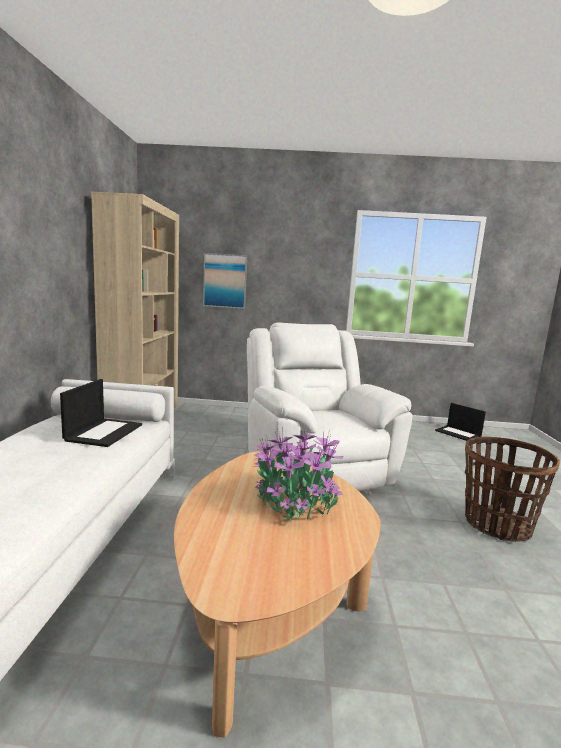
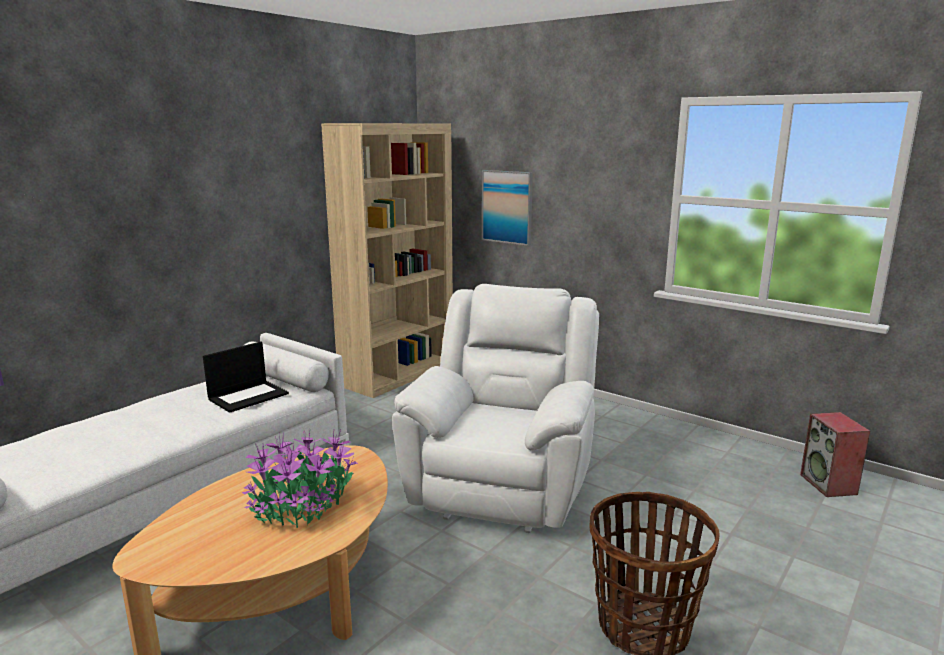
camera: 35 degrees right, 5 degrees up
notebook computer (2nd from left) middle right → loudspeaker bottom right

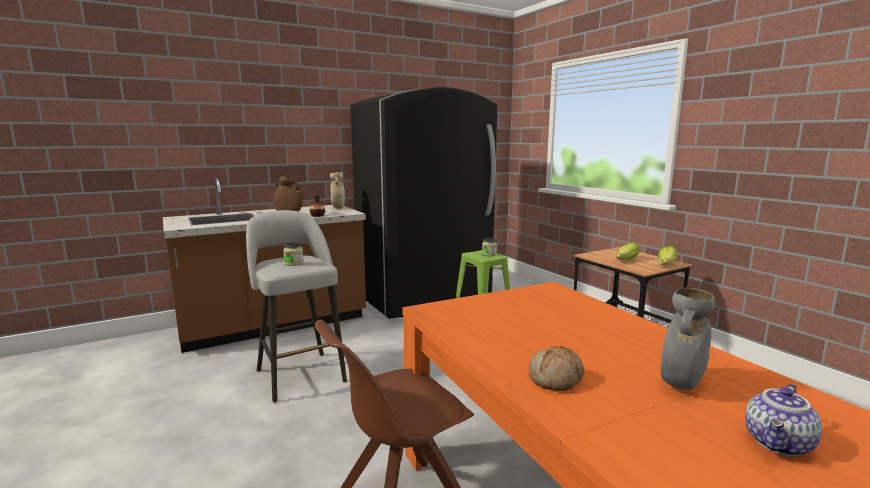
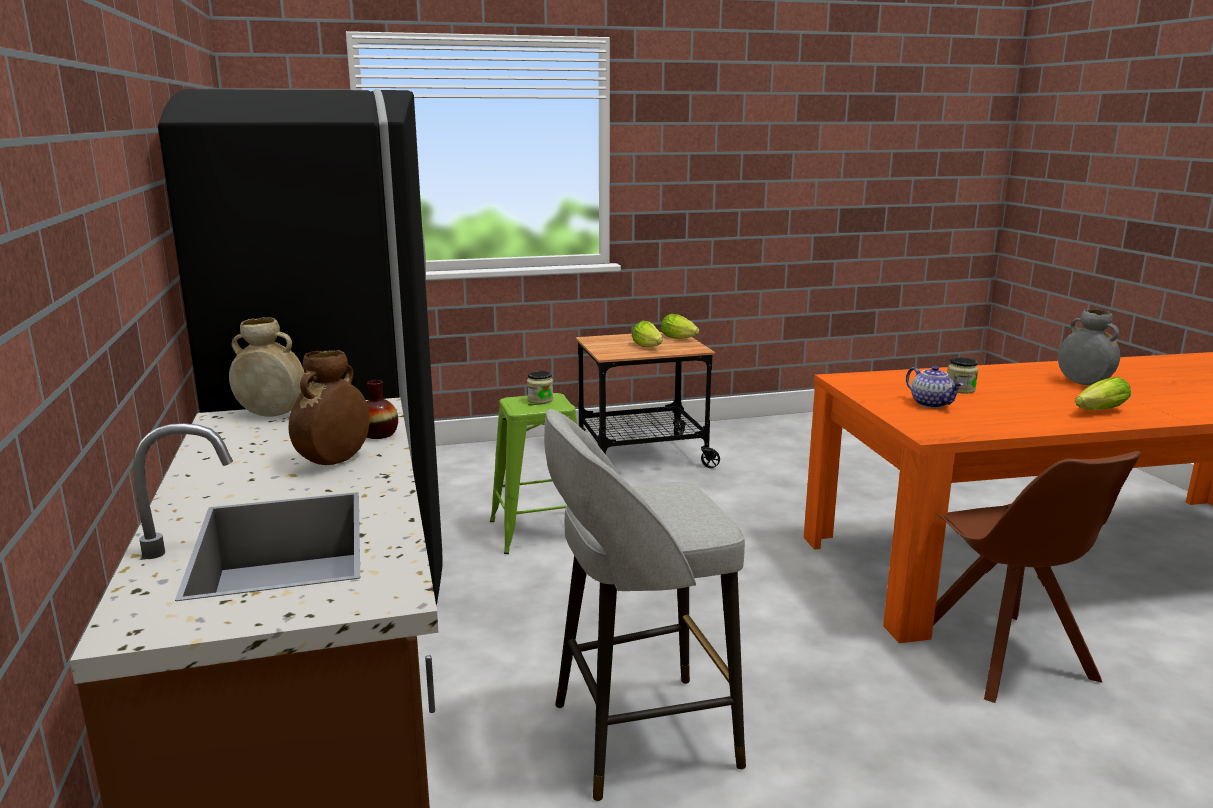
camera: 75 degrees left, 5 degrees up
preserve jar (1st from left in the first image) centre → preserve jar (2nd from left) middle right, move
bakery bread bottom centre → head of lettuce (3rd from left) middle right
teapot bottom right → teapot middle right, move

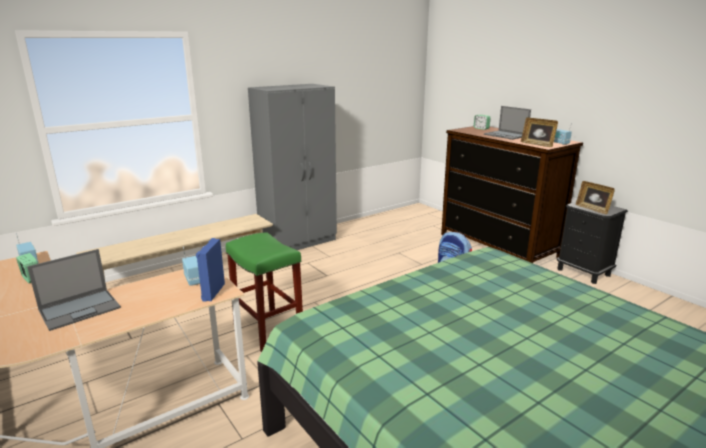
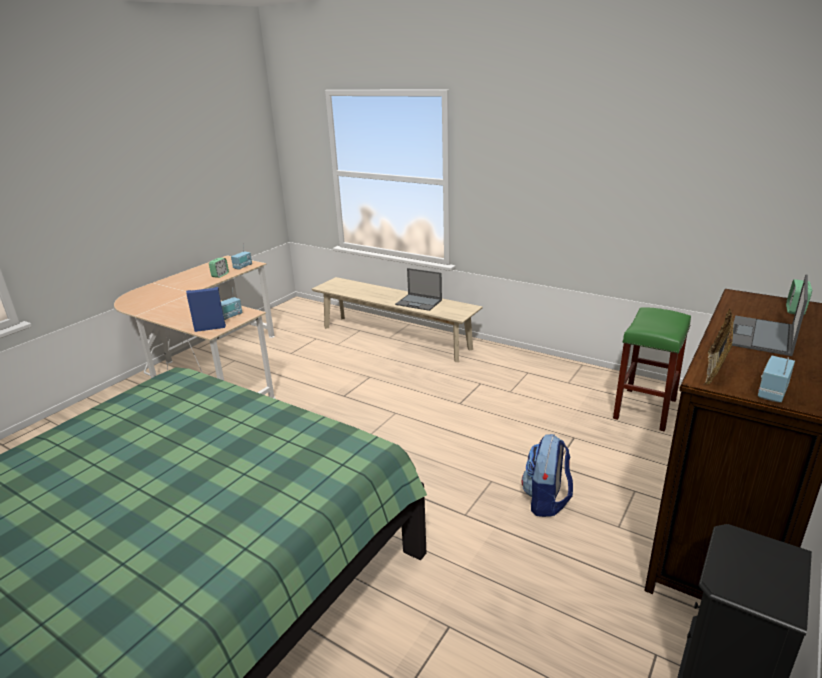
camera: 70 degrees right, 5 degrees up
notebook computer (1st from left) middle left → notebook computer (1st from left) centre, move
green-coloured sitting stool centre → green-coloured sitting stool middle right, move
gray armoire centre → -
picture frame (2nd from left) middle right → -

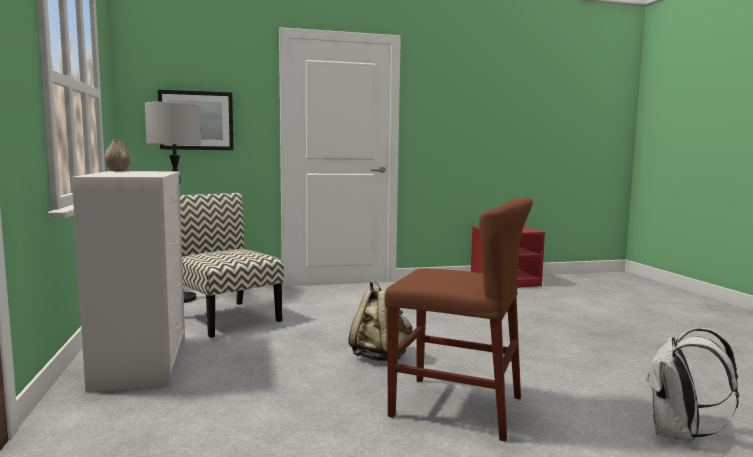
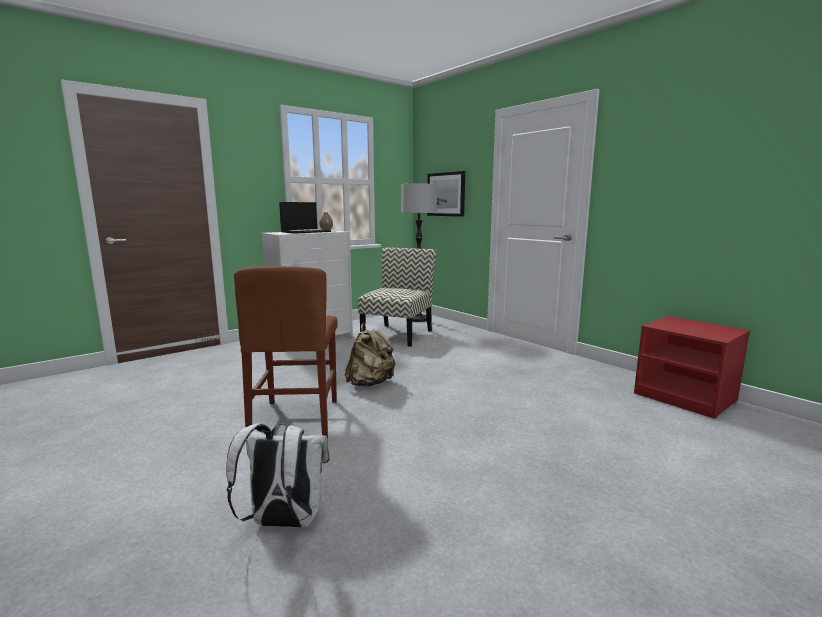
camera: 65 degrees right, 5 degrees up
- → notebook computer centre

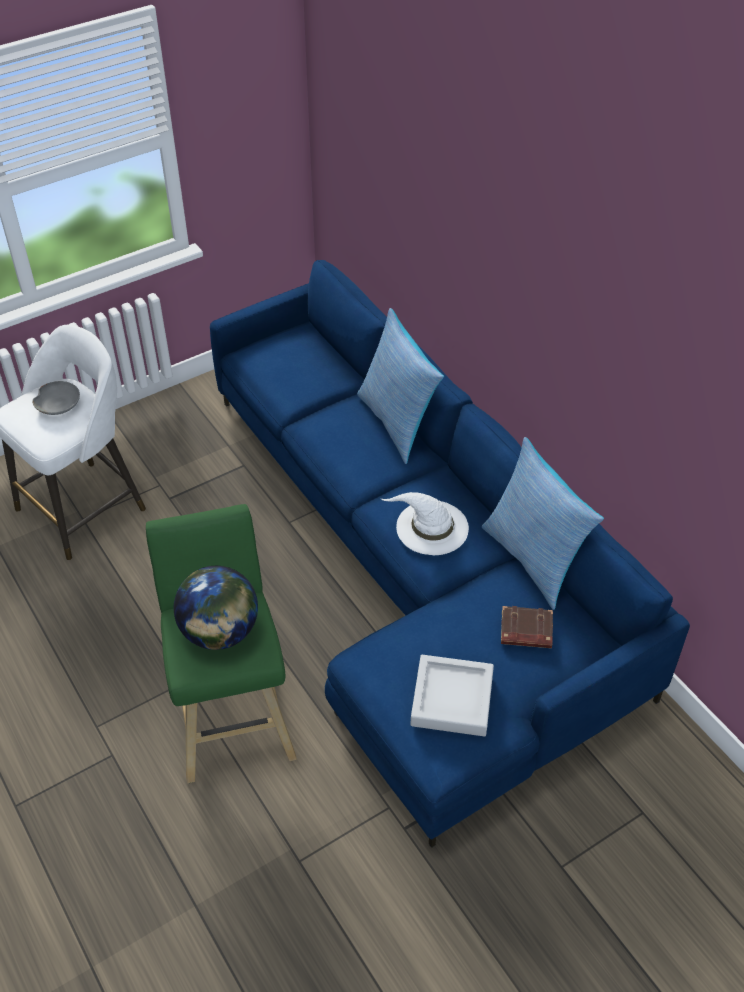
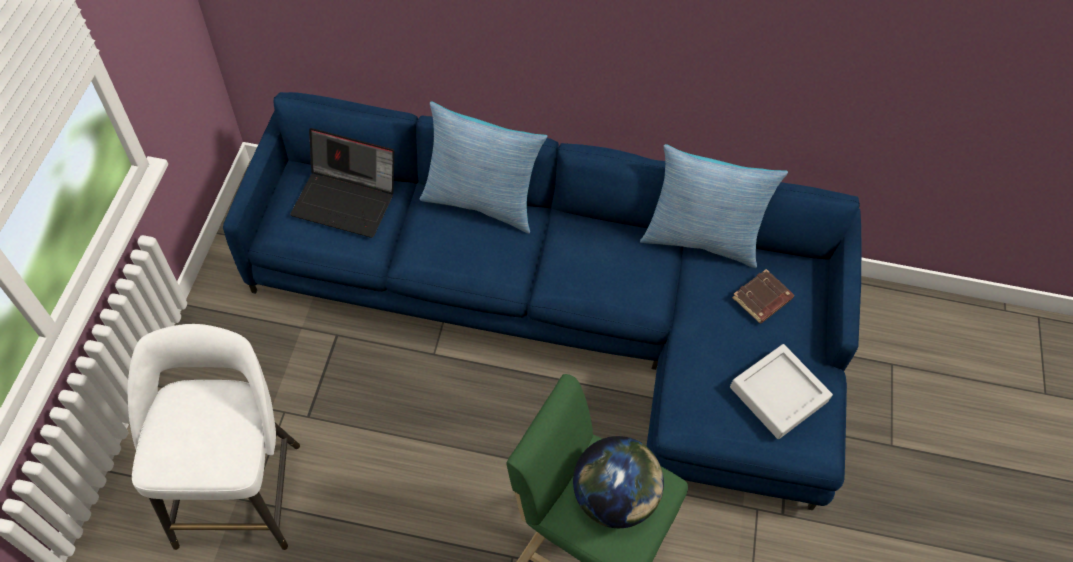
camera: 50 degrees left, 10 degrees up
gray deep dish middle left → -
white-coloured hat centre → -
- → notebook computer top left

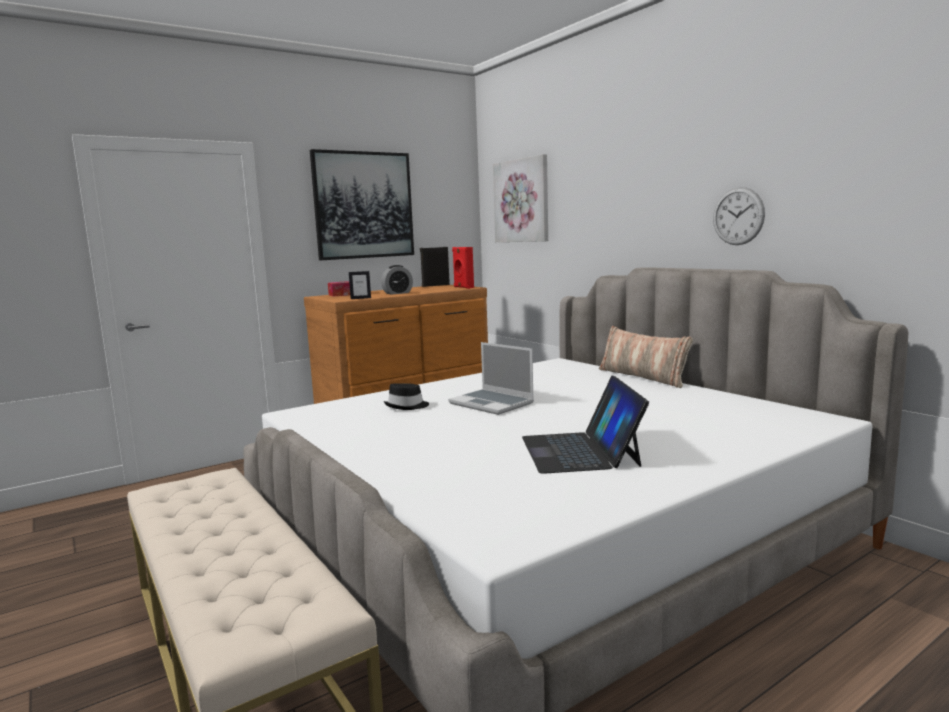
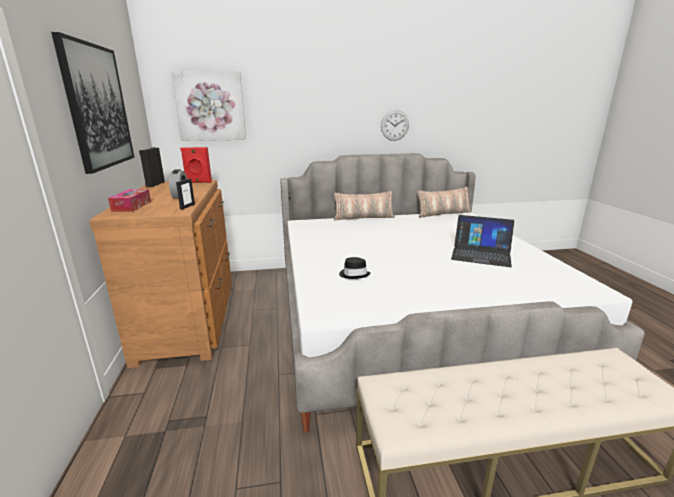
camera: 65 degrees left, 10 degrees up
notebook computer (1st from left) centre → -
- → cushion (2nd from left) centre

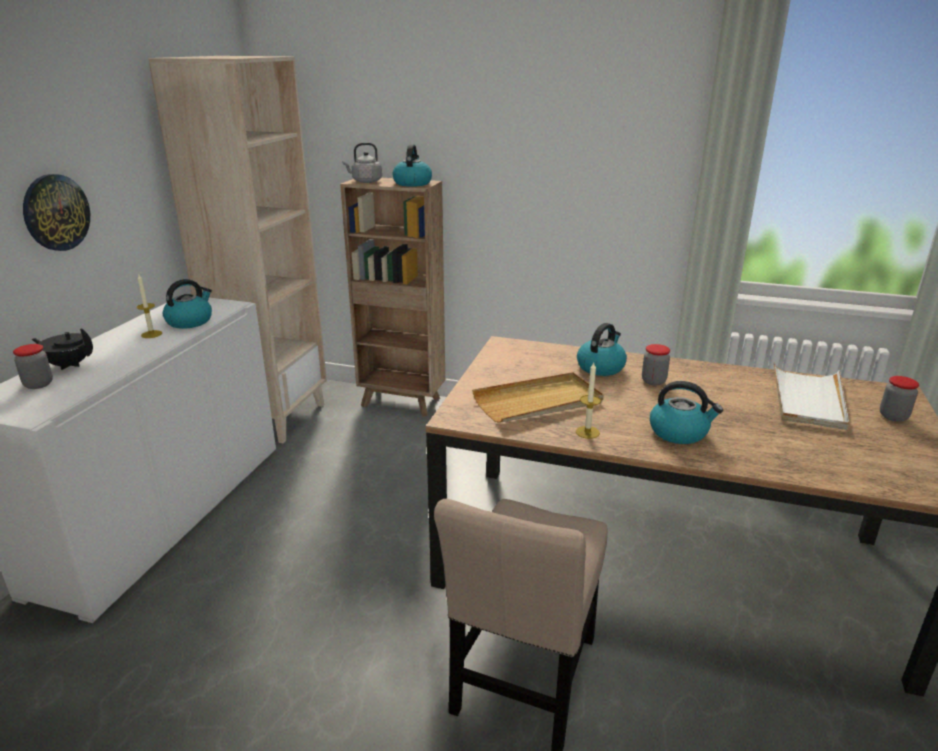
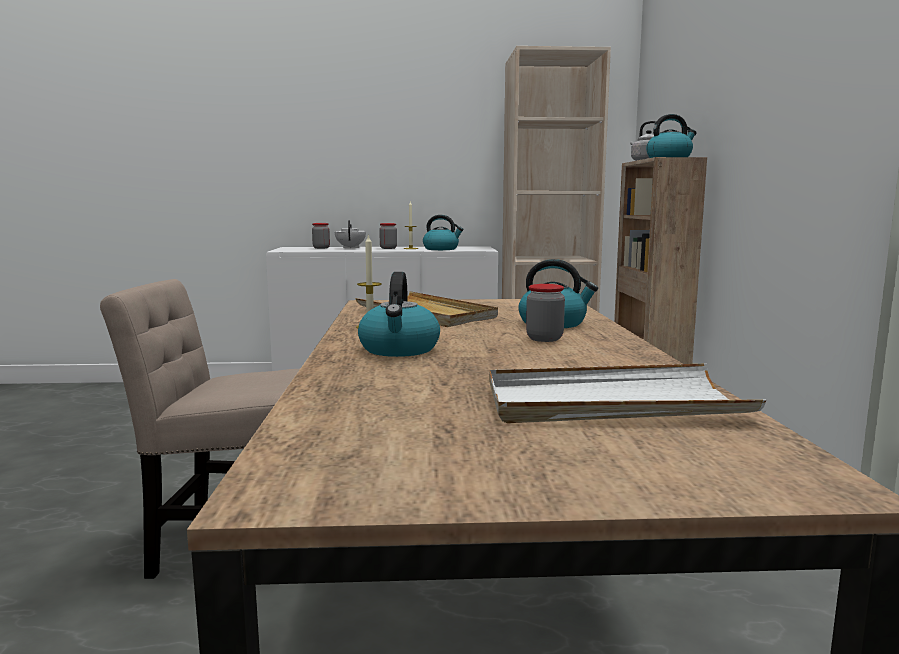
camera: 70 degrees right, 15 degrees down
hanging clock top left → -
blackish teapot middle left → white-coloured teapot centre
preserve jar (3rd from left in the first image) middle right → preserve jar (2nd from left) centre, move

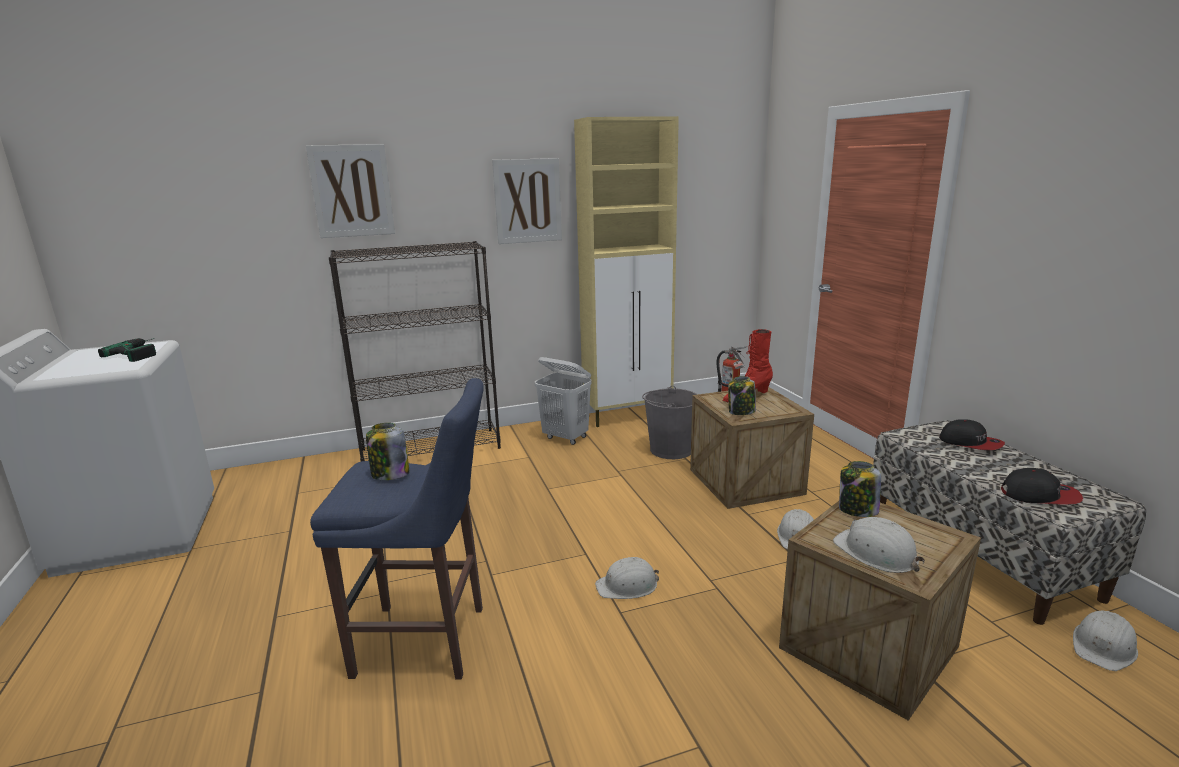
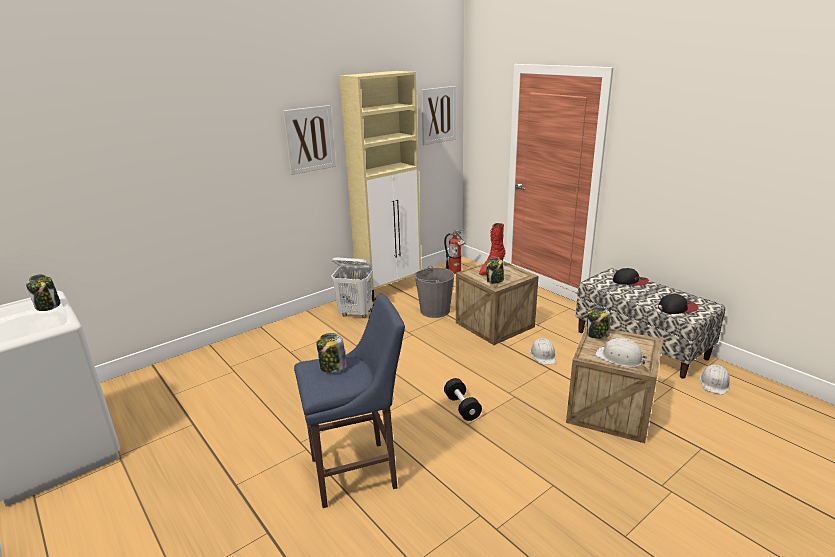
camera: 20 degrees left, 5 degrees up
power drill middle left → preserve jar (1st from left) middle left
picture (1st from left in the first image) top left → picture (2nd from left) top centre, move
blackish shelving unit centre → -
white-coloured safety helmet (1st from left) bottom centre → blackish free weight bottom centre

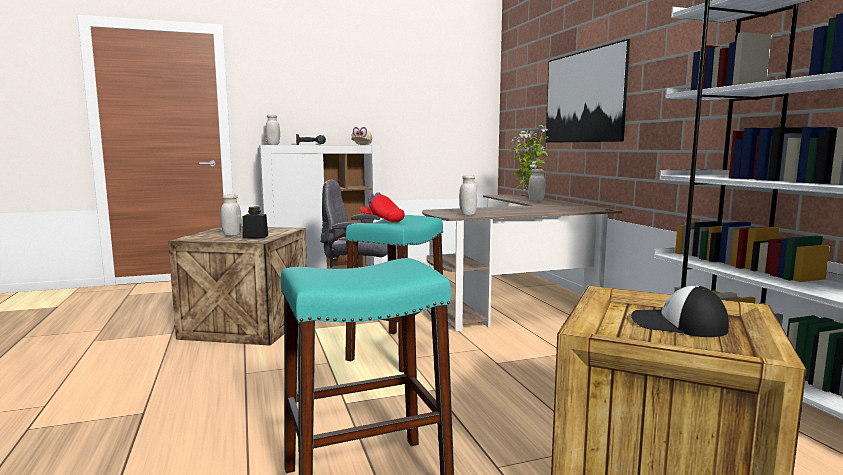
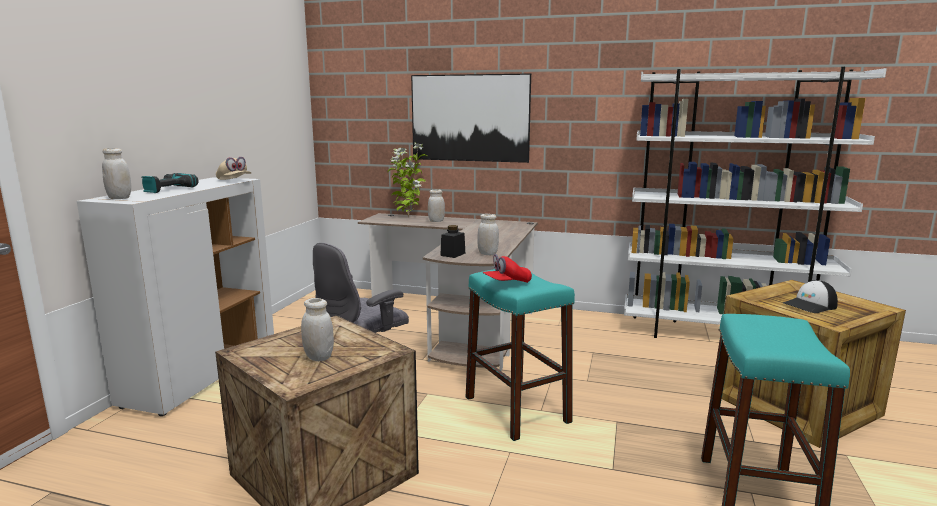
camera: 55 degrees left, 5 degrees up
blackish preserve jar middle left → blackish preserve jar centre, move

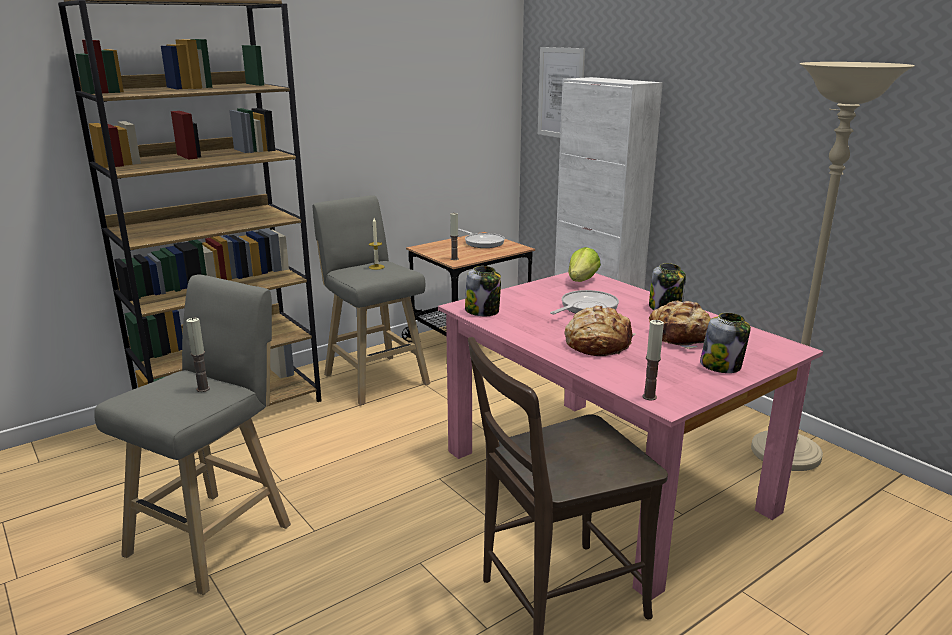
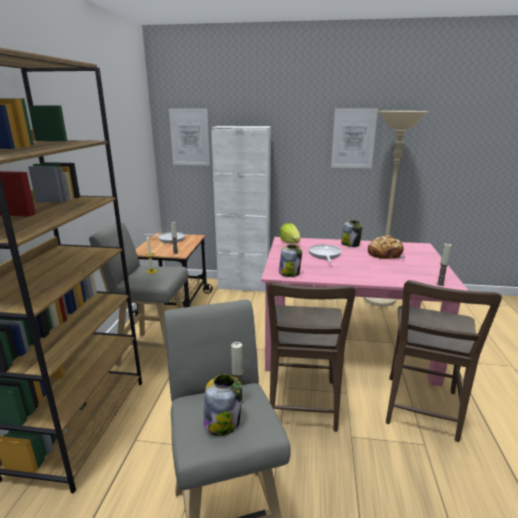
camera: 45 degrees left, 0 degrees up
bakery bread (1st from left) centre → -
preserve jar (3rd from left in the first image) middle right → preserve jar (1st from left) bottom centre, move
- → brownish plain chair (1st from left) bottom centre
- → picture (2nd from left) top right

